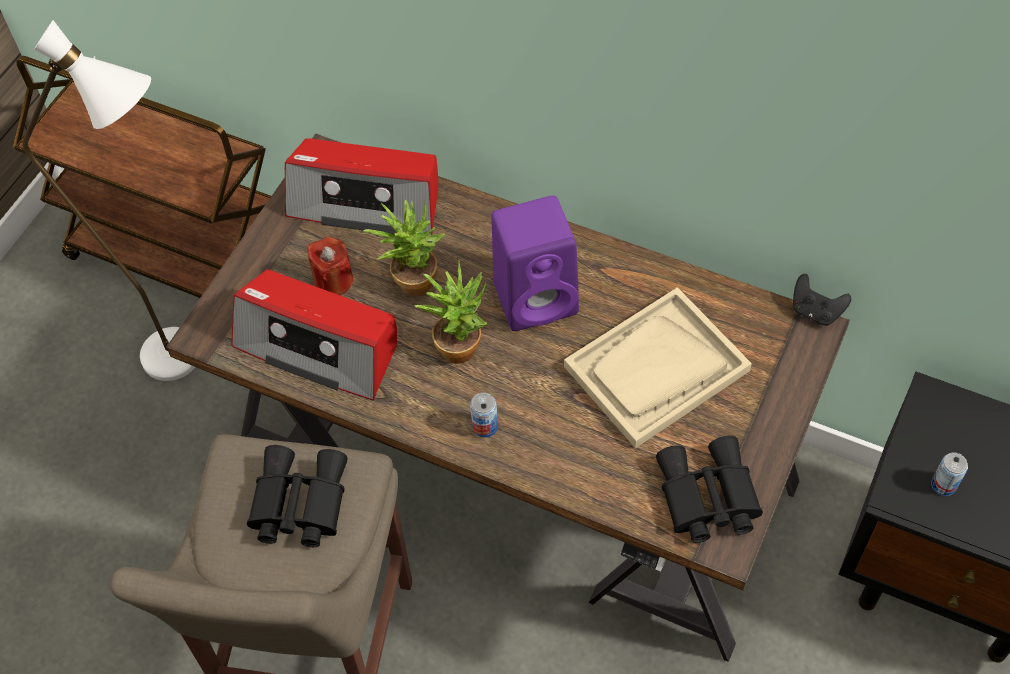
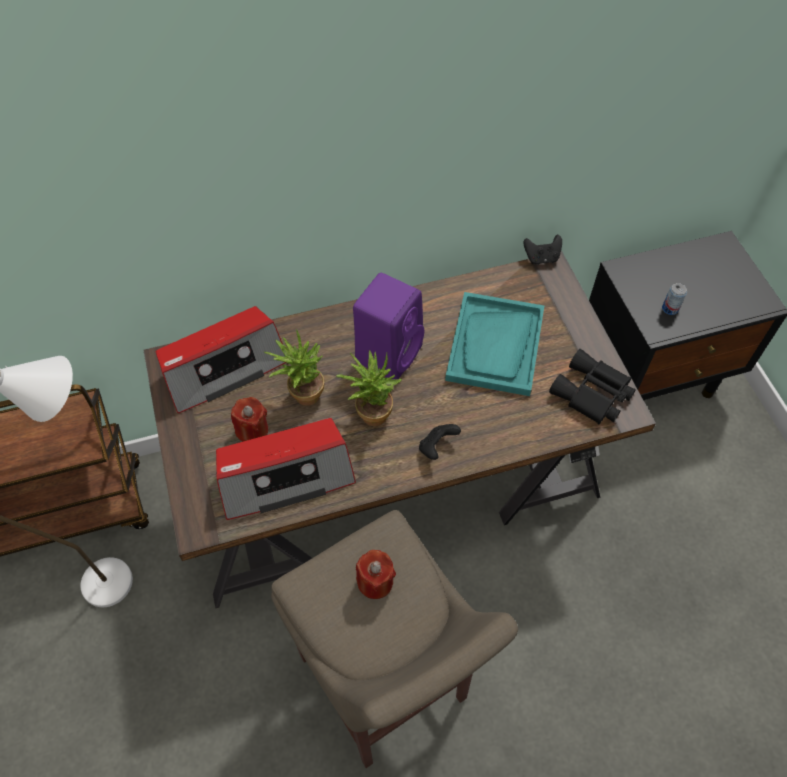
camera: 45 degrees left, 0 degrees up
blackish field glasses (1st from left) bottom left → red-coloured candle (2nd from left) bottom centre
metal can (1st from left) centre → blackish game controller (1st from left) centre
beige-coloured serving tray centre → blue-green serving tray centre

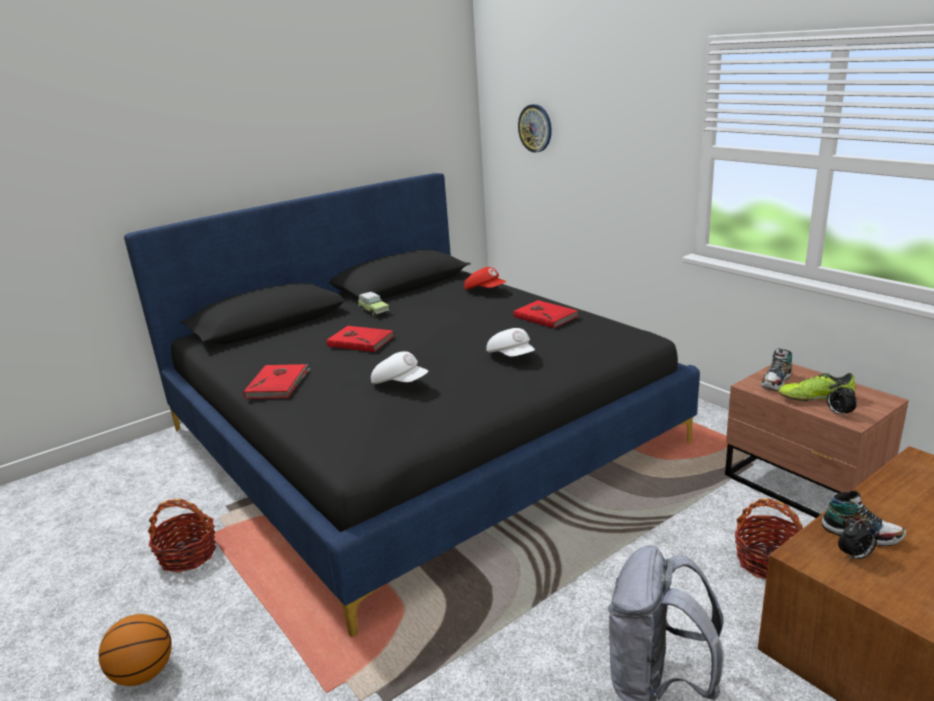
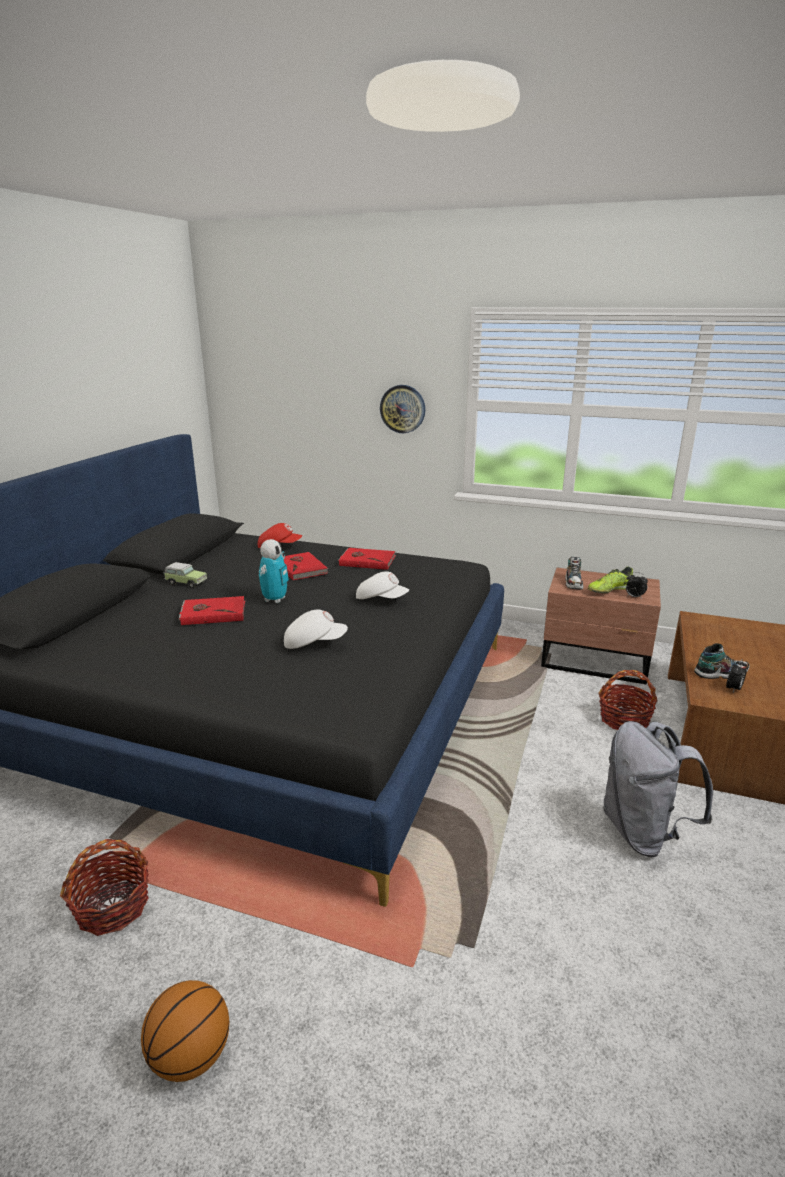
camera: 35 degrees left, 0 degrees up
red-coloured bound book (1st from left in the first image) middle left → red-coloured bound book (2nd from left) centre, move
hanging clock top centre → hanging clock centre, move
- → toy robot centre

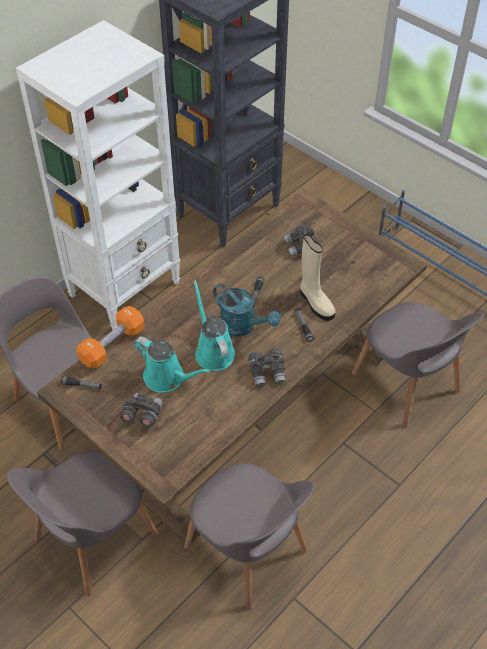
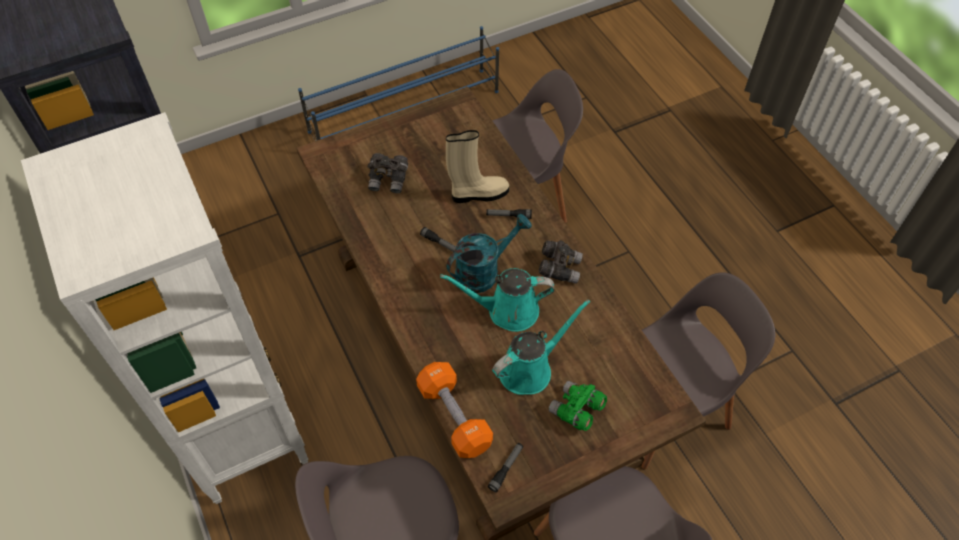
camera: 70 degrees left, 5 degrees up
gray field glasses (1st from left) middle left → green-coloured field glasses bottom centre

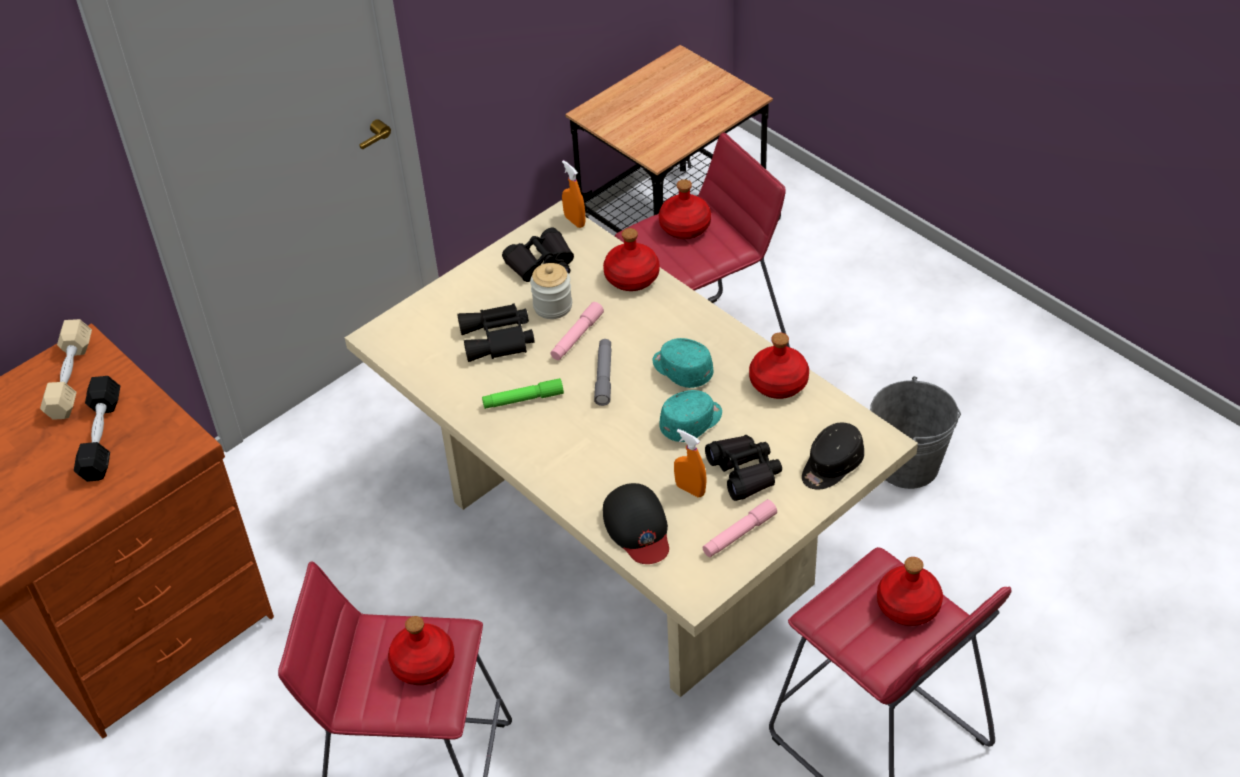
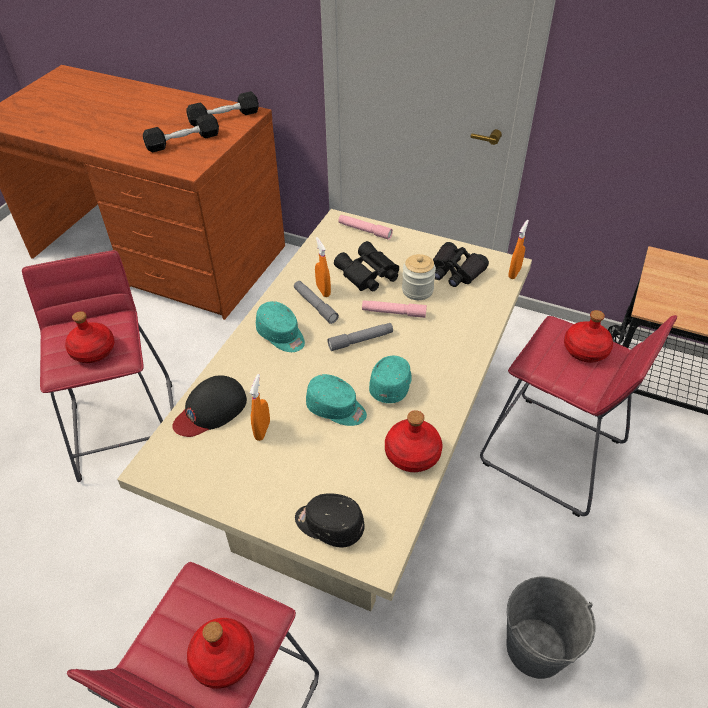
camera: 65 degrees right, 0 degrees up
beige-coloured free weight middle left → blackish free weight (2nd from left) top left
green-coloured hand torch centre → gray hand torch (1st from left) centre
red-coloured bottle (2nd from left) centre → -
pinkish hand torch (2nd from left in the first image) bottom centre → pinkish hand torch (1st from left) top centre, move
blackish field glasses (3rd from left) centre → -
- → blue-green peaked cap (1st from left) centre
- → orangey hand sprayer (2nd from left) centre

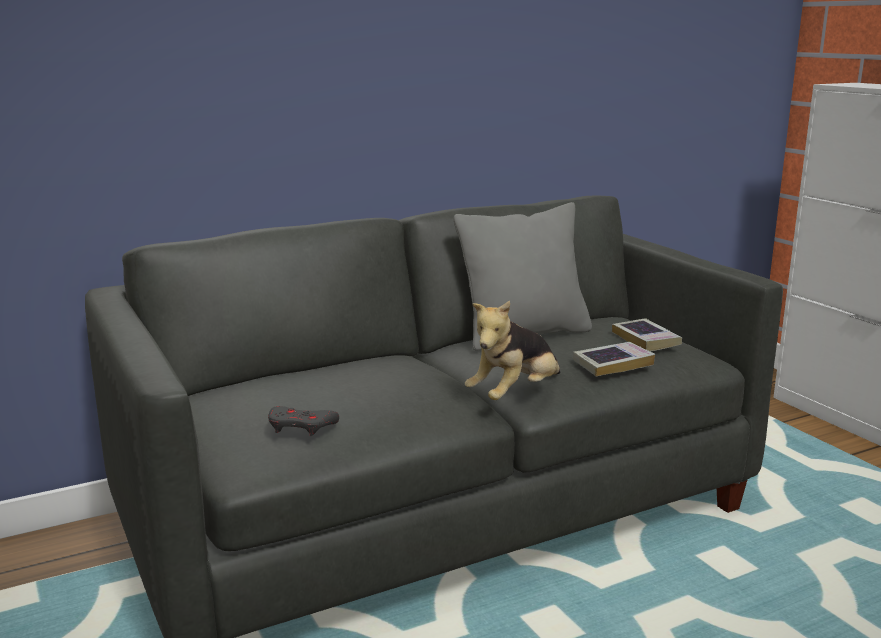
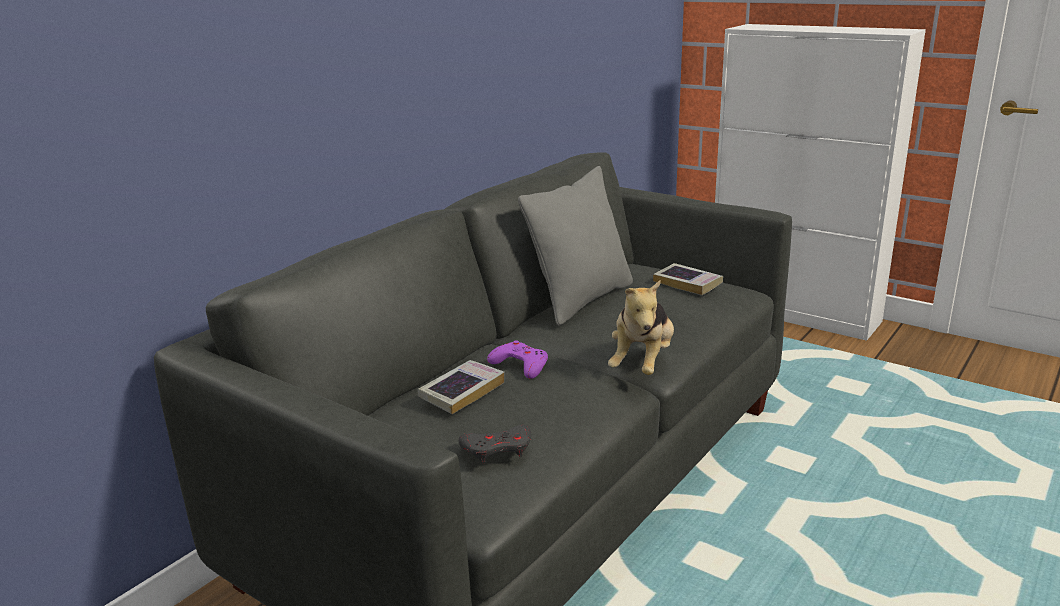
camera: 25 degrees left, 5 degrees up
bound book (1st from left) middle right → bound book (1st from left) centre, move
- → purple game controller centre

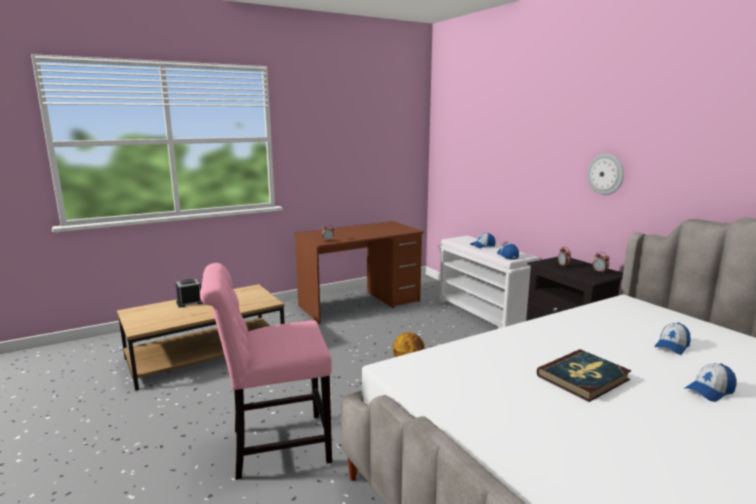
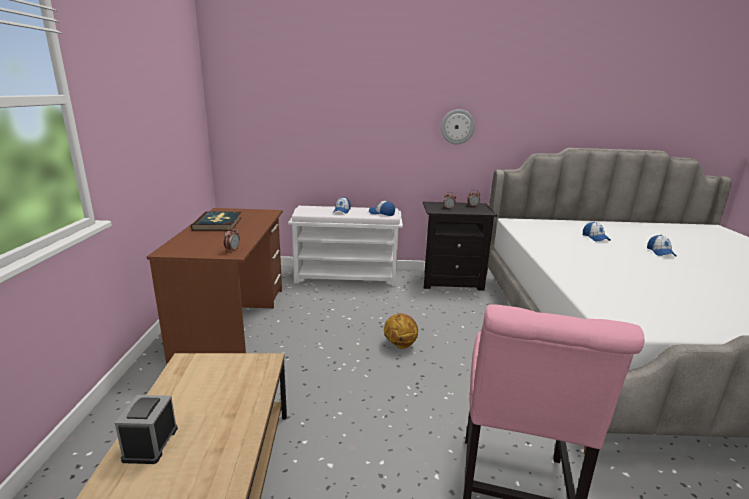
camera: 60 degrees left, 5 degrees up
bound book bottom right → bound book middle left, move

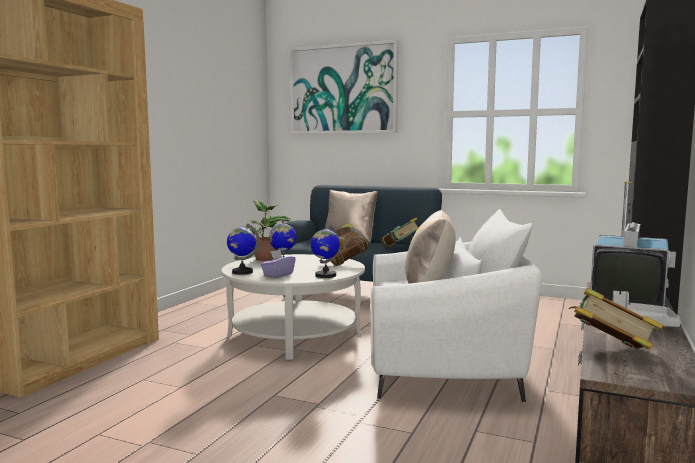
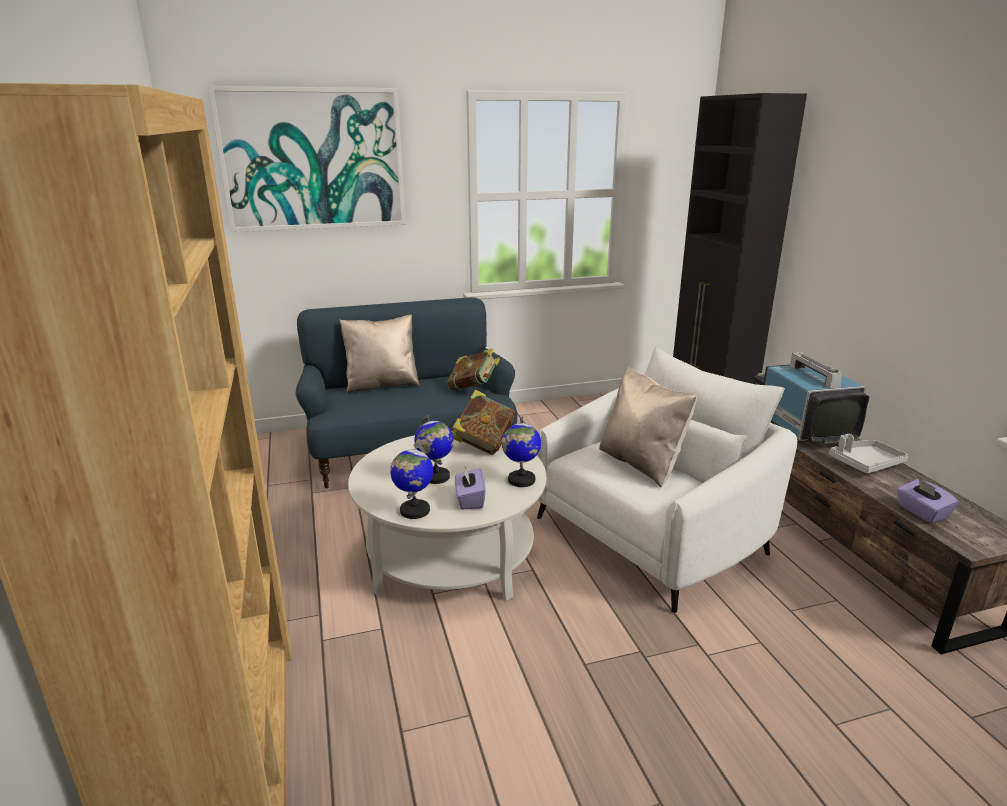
camera: 40 degrees left, 15 degrees up
potted plant centre → -
bound book (3rd from left) bottom right → purple tissue box (2nd from left) middle right

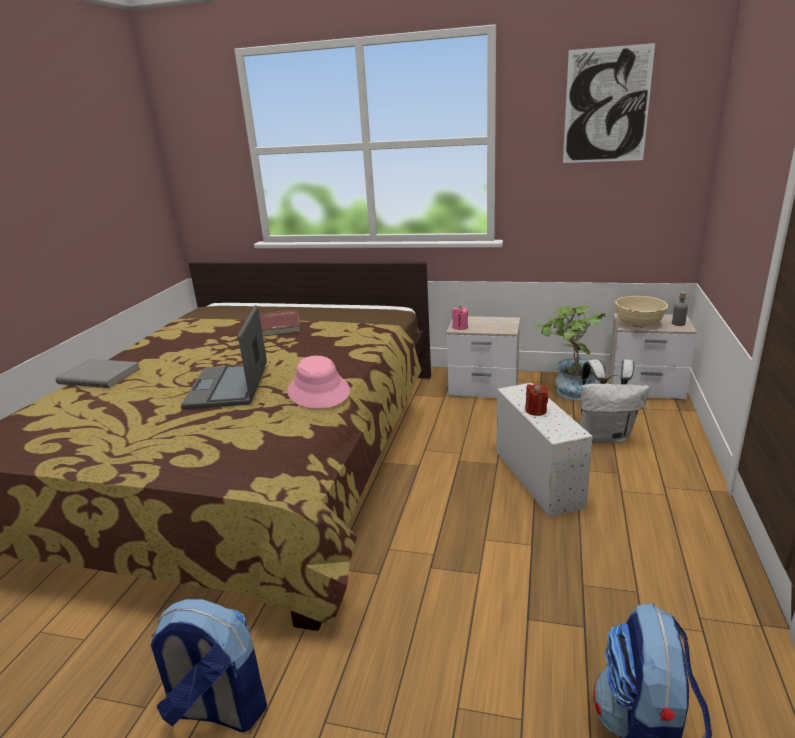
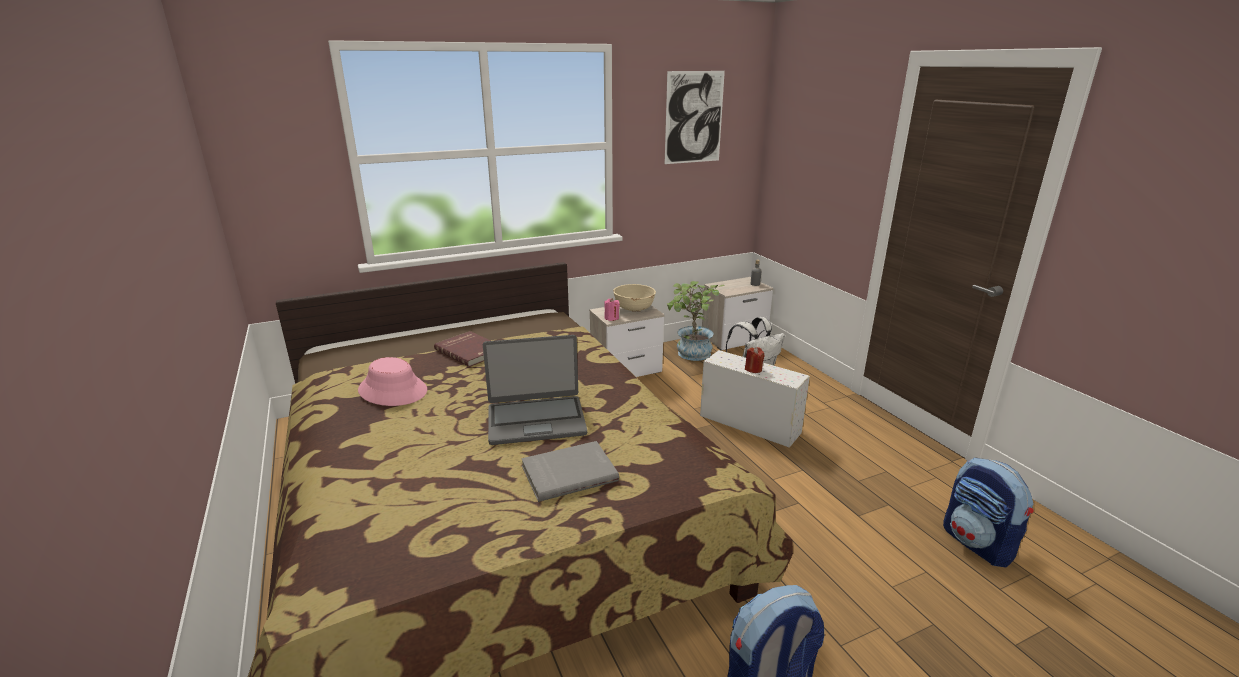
camera: 40 degrees left, 0 degrees up
gray bound book middle left → gray bound book bottom centre, move
notebook computer middle left → notebook computer centre, 60 degrees counterclockwise
pinkish hat centre → pinkish hat middle left, move
beige-coloured deep dish middle right → beige-coloured deep dish centre, move

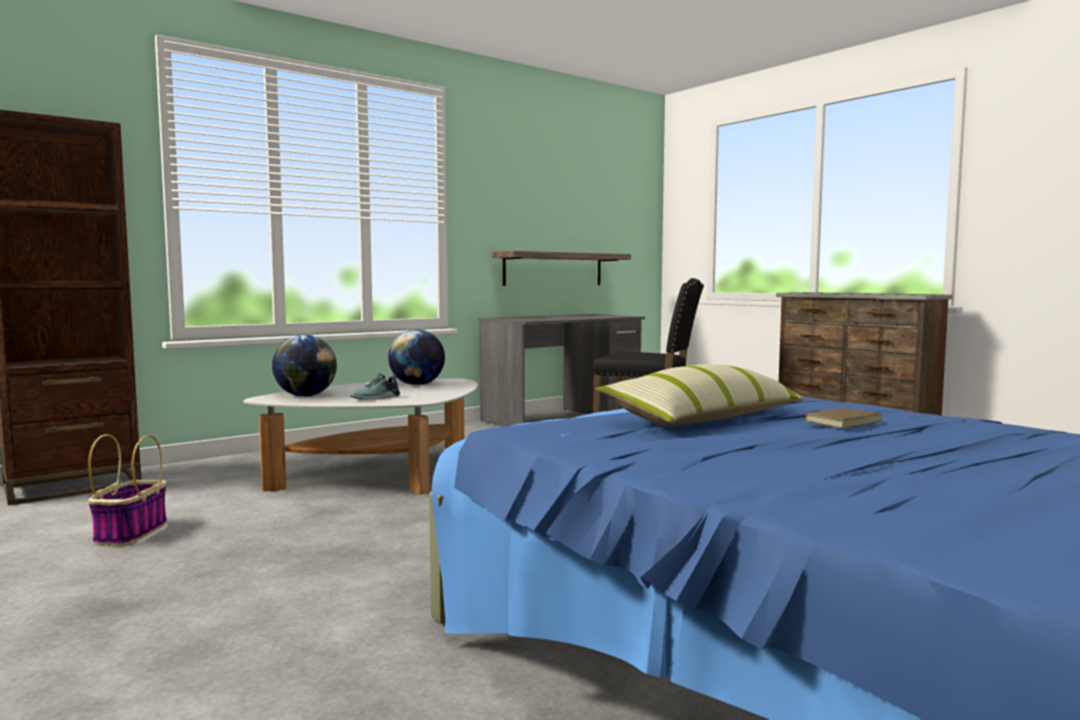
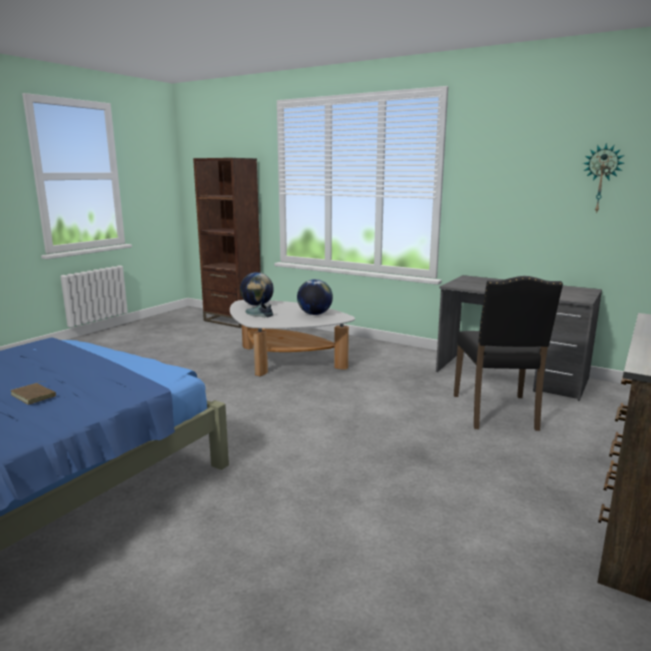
camera: 70 degrees right, 10 degrees up
storage basket bottom left → -
bracket shelf centre → -
cushion centre → -
- → hanging clock top right

